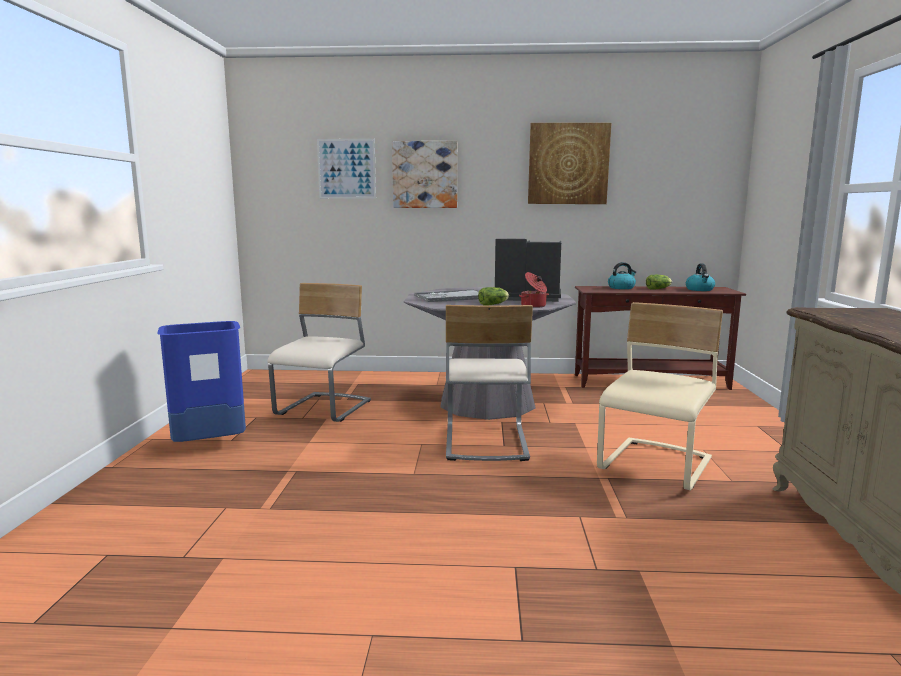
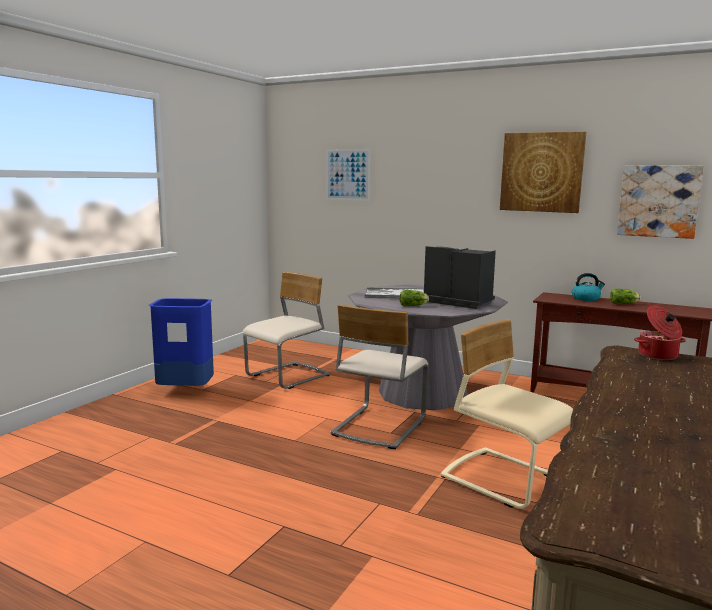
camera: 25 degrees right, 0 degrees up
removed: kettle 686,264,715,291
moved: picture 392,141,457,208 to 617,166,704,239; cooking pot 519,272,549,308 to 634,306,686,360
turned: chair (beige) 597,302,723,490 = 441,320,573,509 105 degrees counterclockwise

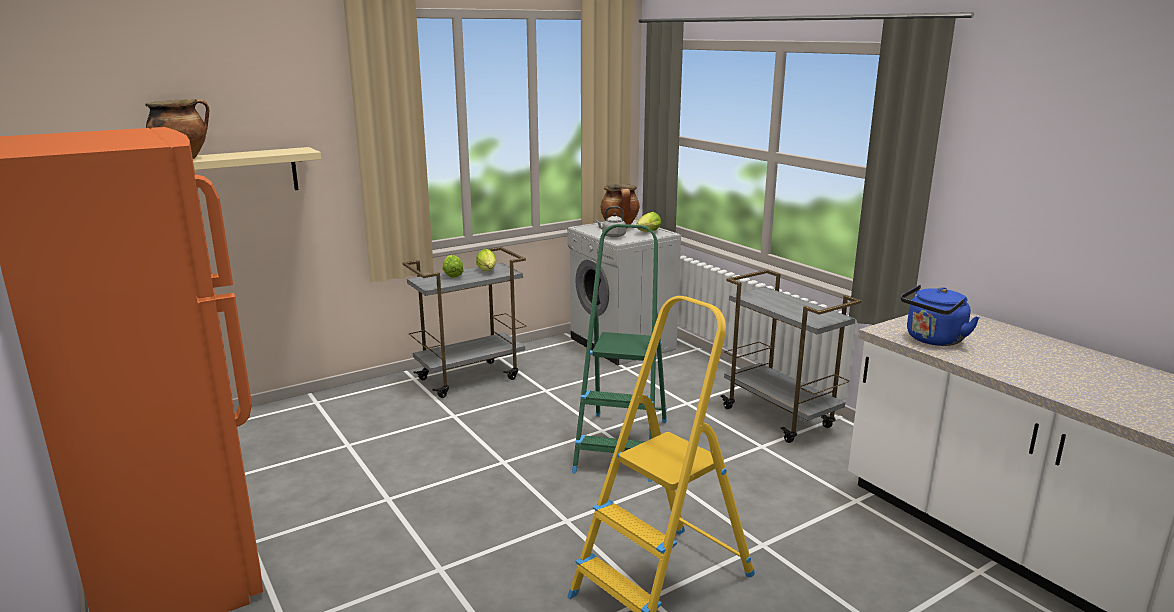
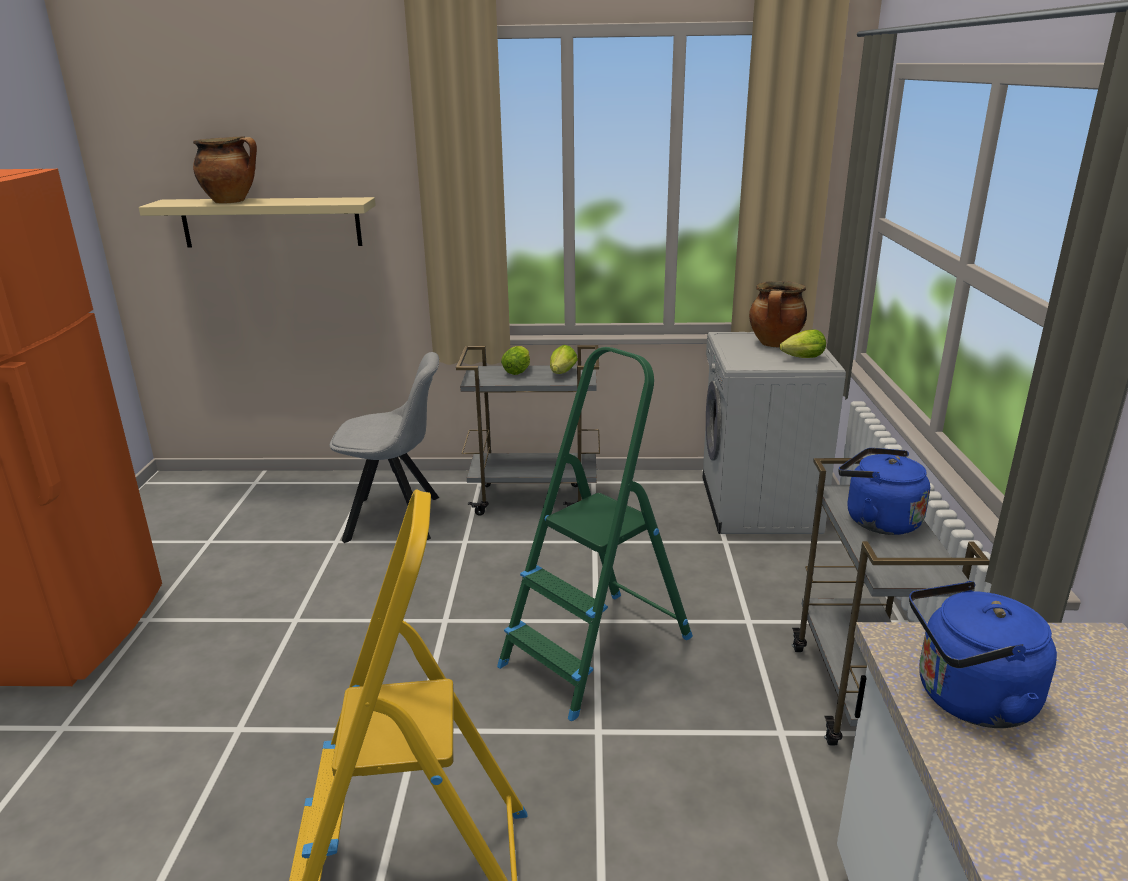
camera: 35 degrees right, 5 degrees up
removed: kettle (grey) 596,207,626,237
added: chair (grey) 330,352,439,543; kettle (bluish) 838,448,930,535

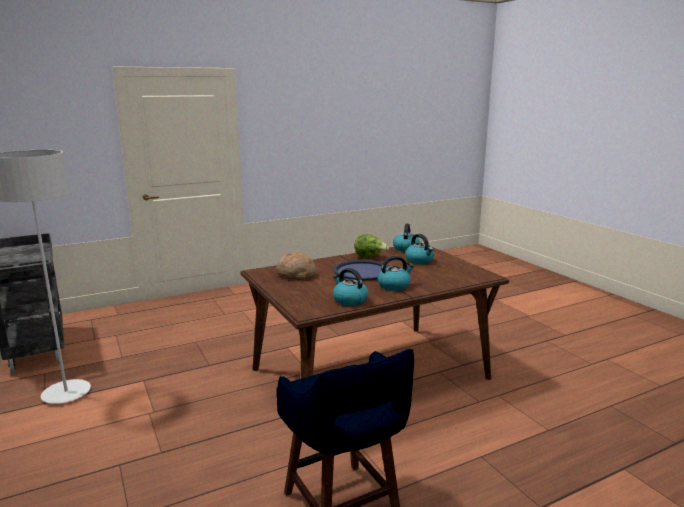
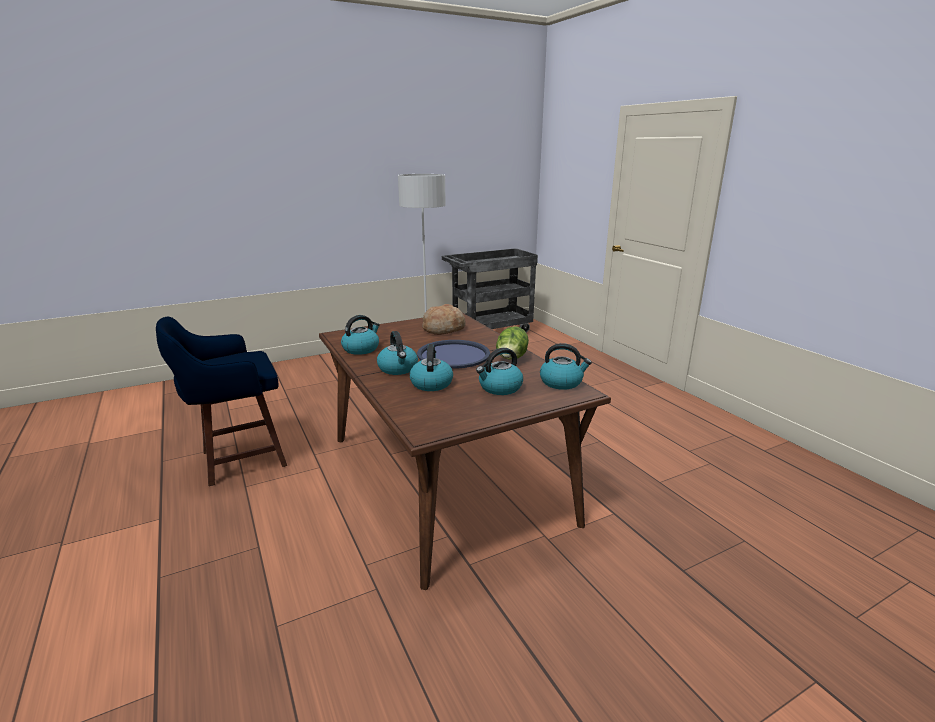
camera: 90 degrees right, 5 degrees up
added: kettle 410,344,453,391

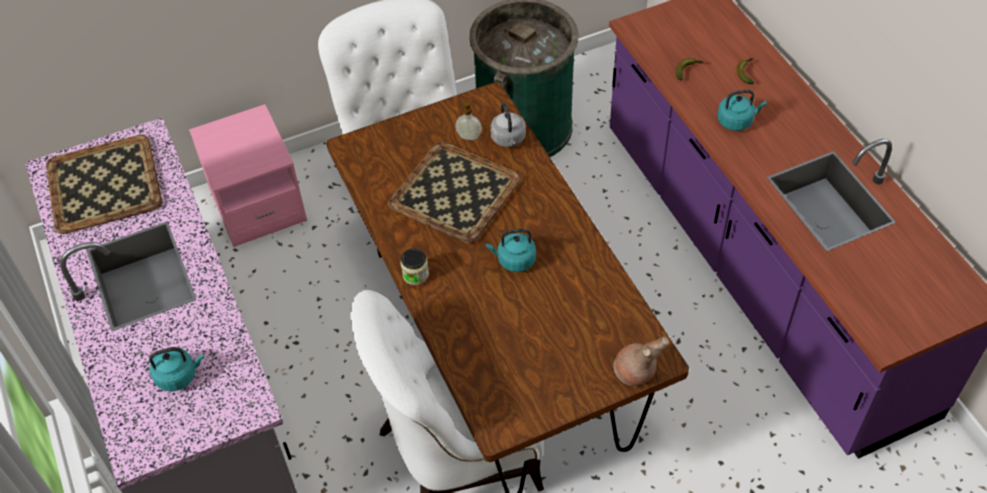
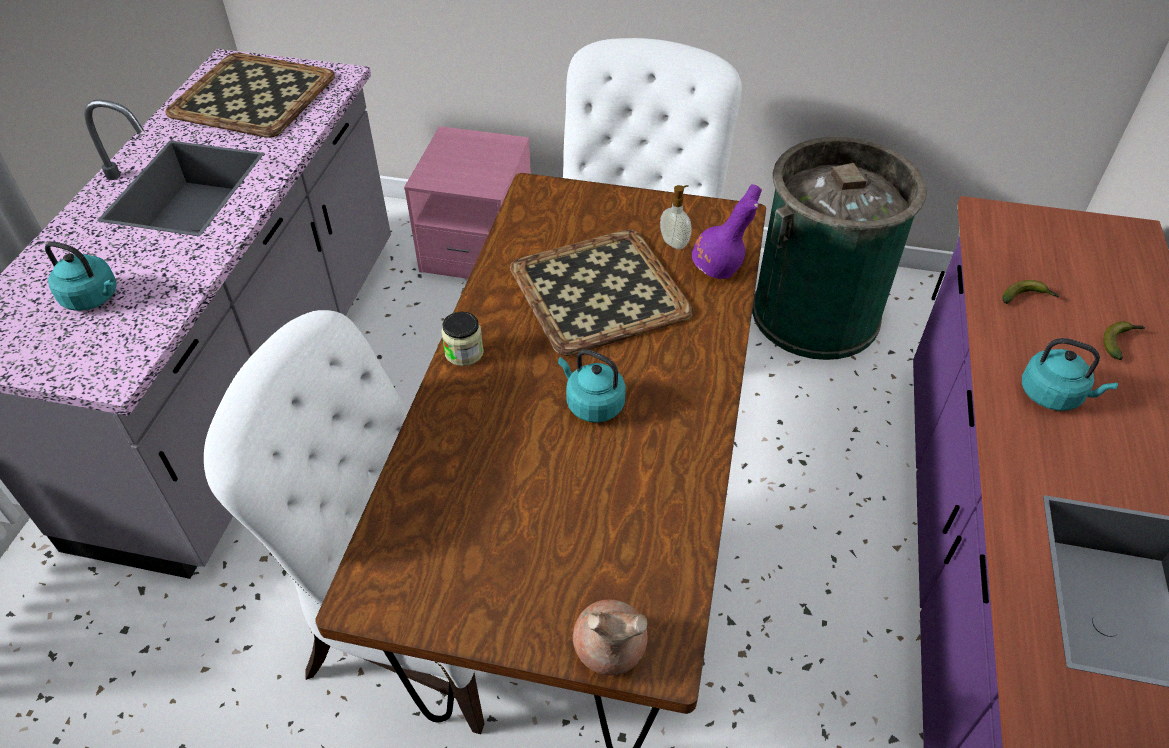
camera: 35 degrees right, 5 degrees down
replaced: kettle (grey) 490,102,526,147 to decorative vase (purplish) 692,184,762,279

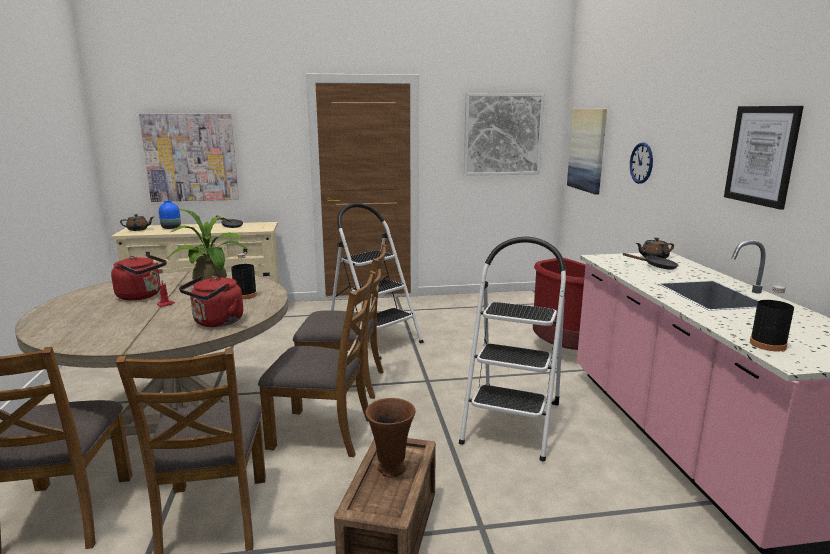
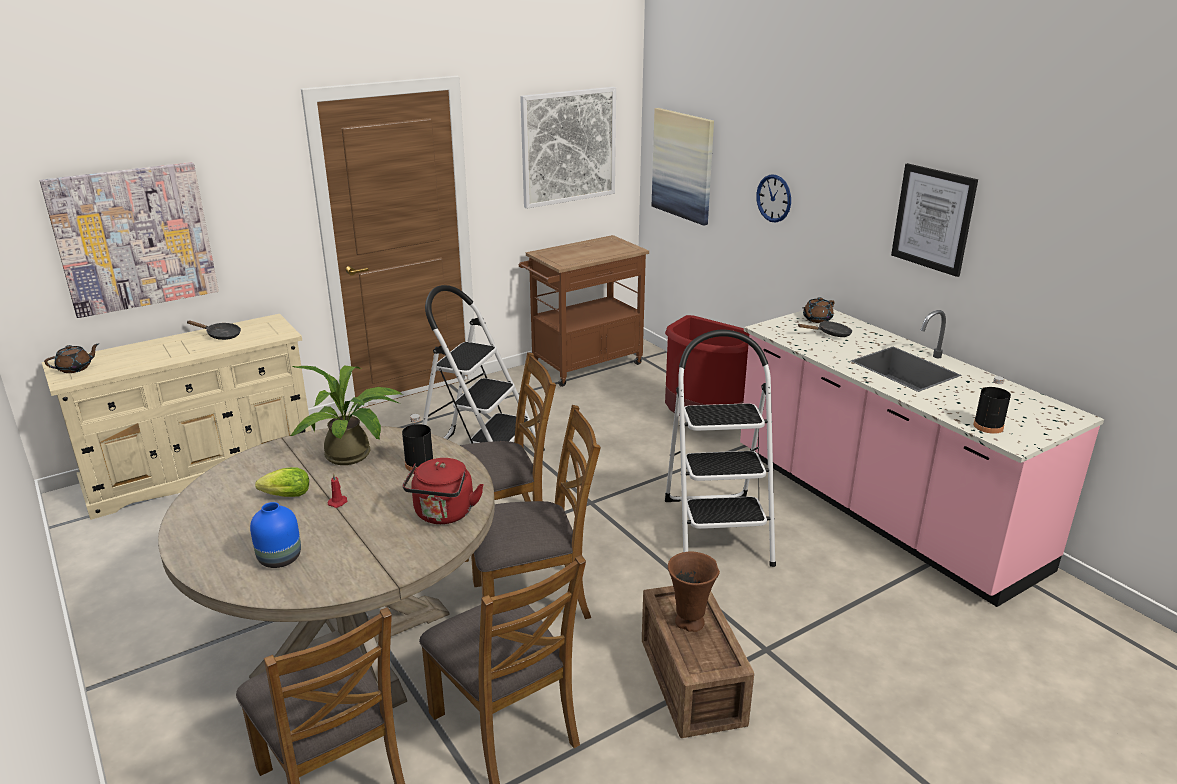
camera: 25 degrees left, 10 degrees up
added: wheeled cart (brown-coloured) 519,235,649,387
moved: decorative vase (bluish) 159,201,181,229 to 250,502,301,568
replaced: kettle (red-coloured) 111,254,167,301 to lettuce 255,467,309,497

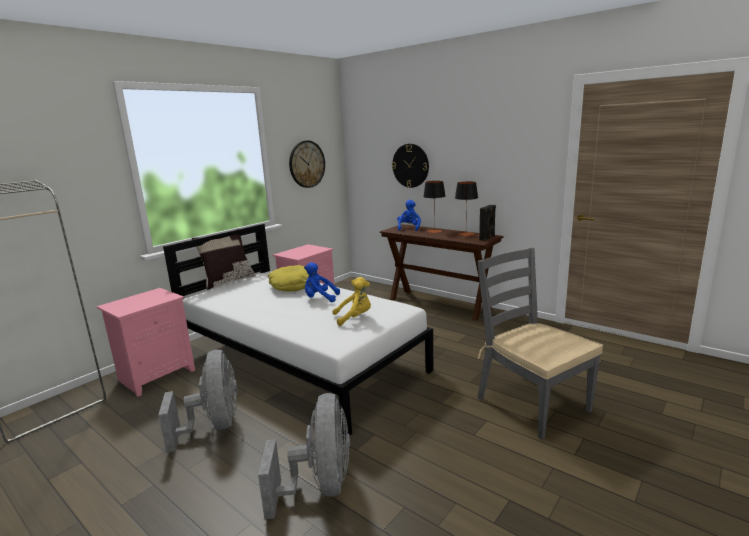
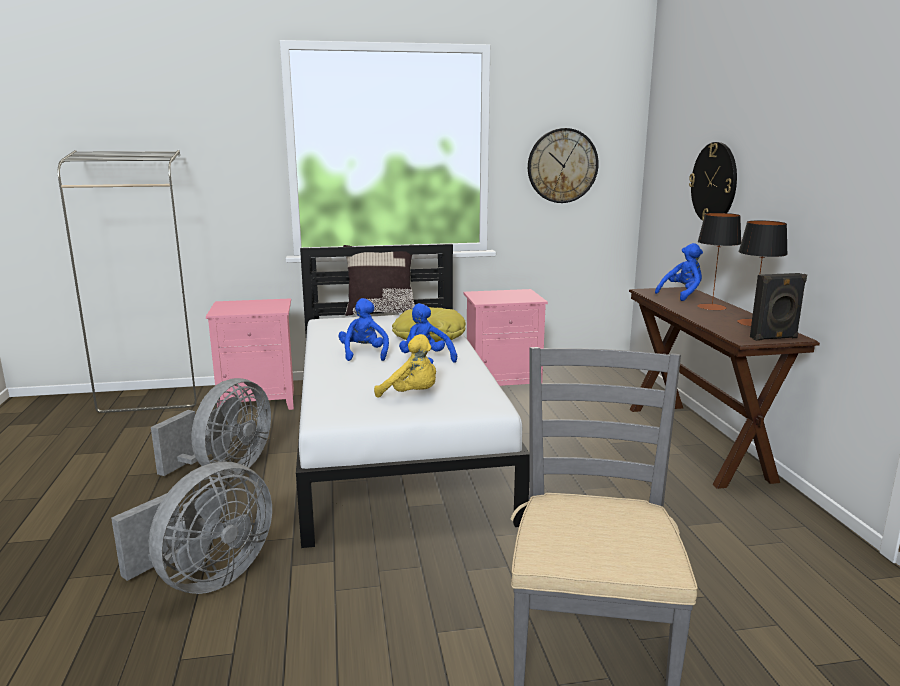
camera: 40 degrees right, 0 degrees up
added: cuddly toy (bluish) 339,298,389,361

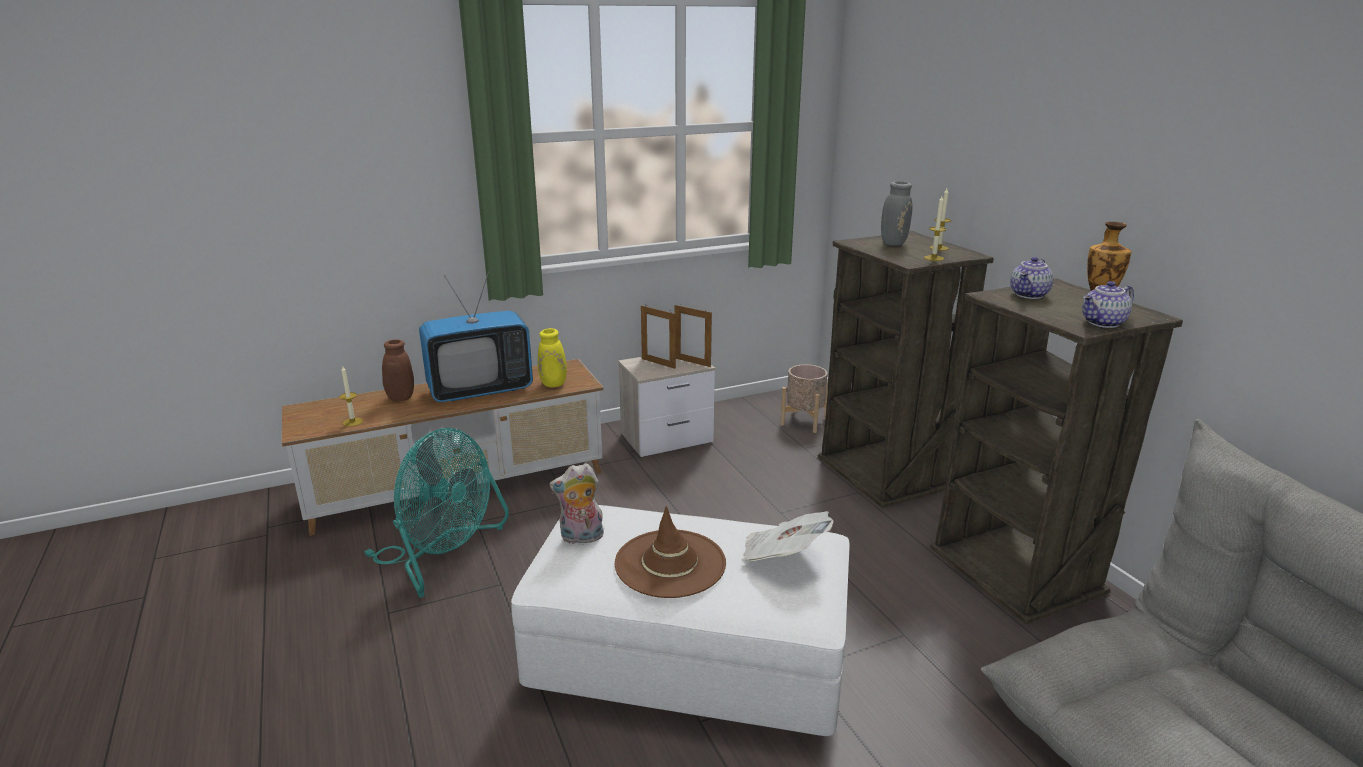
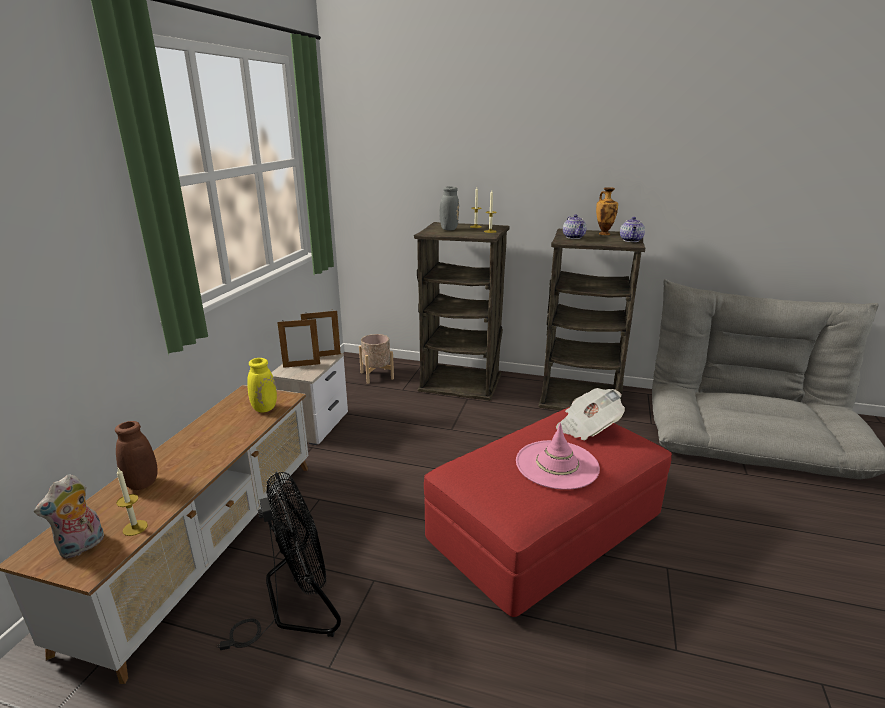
camera: 50 degrees left, 0 degrees up
removed: TV set 419,270,533,402
moved: cuddly toy 549,463,604,544 to 34,474,104,559
recoloured: electric fan (turquoise) 364,428,509,598 to electric fan (black-coloured) 217,472,341,650; pouffe (white-coloured) 511,505,850,736 to pouffe (red-coloured) 424,407,672,617; clothing hat (brown-coloured) 614,506,726,598 to clothing hat (pinkish) 516,423,600,490

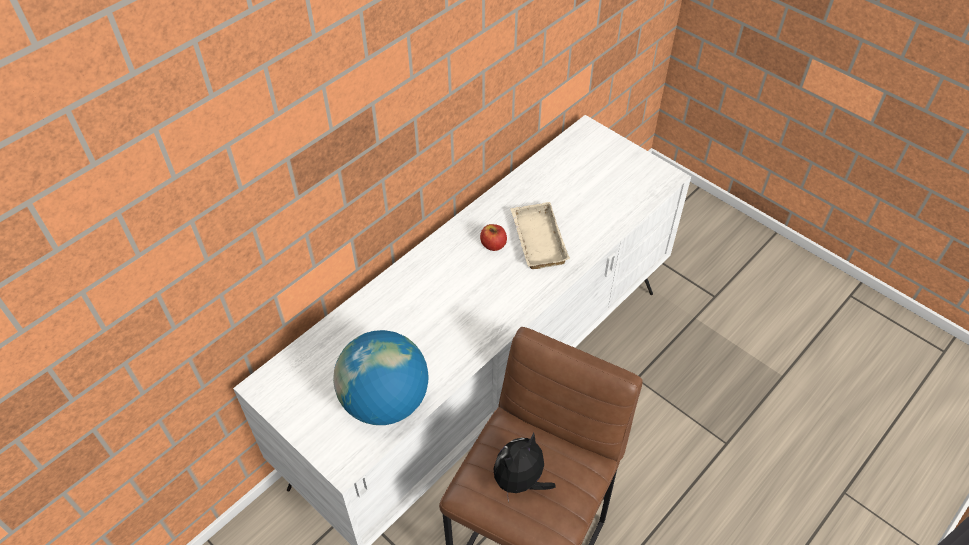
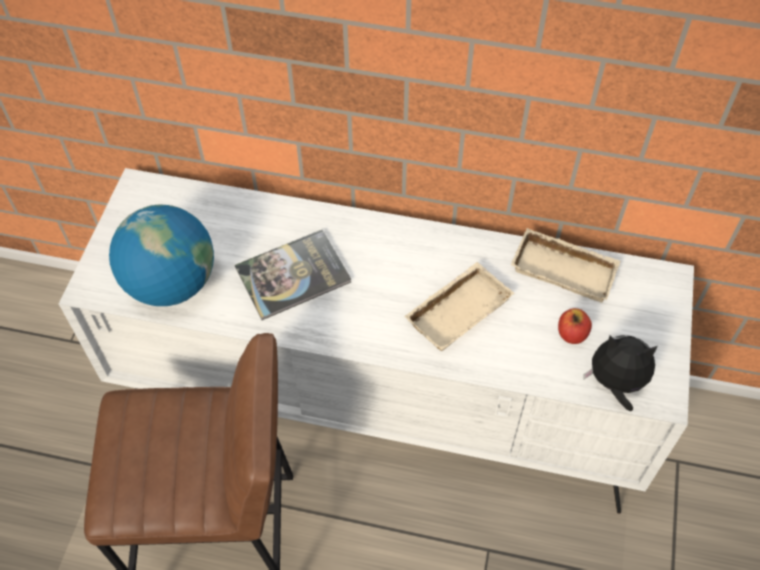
camera: 60 degrees right, 5 degrees up
added: volume 235,230,352,320; carrying tray (beige) 511,228,621,302
moved: apple 480,224,507,251 to 558,308,592,344; cuddly toy 493,433,556,502 to 584,335,658,412

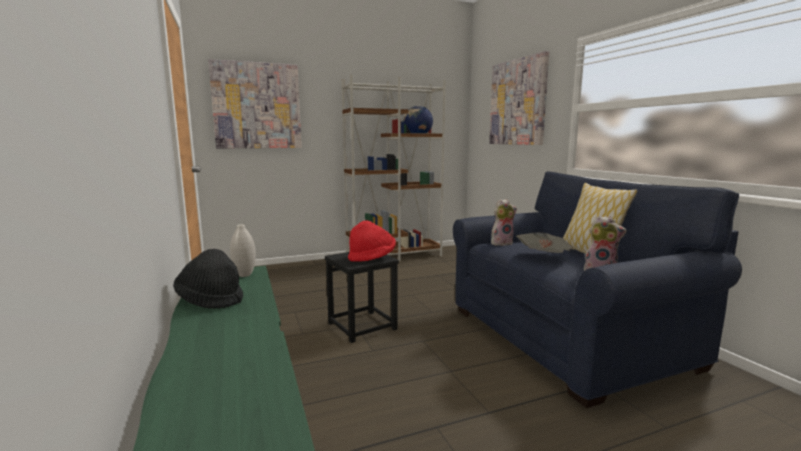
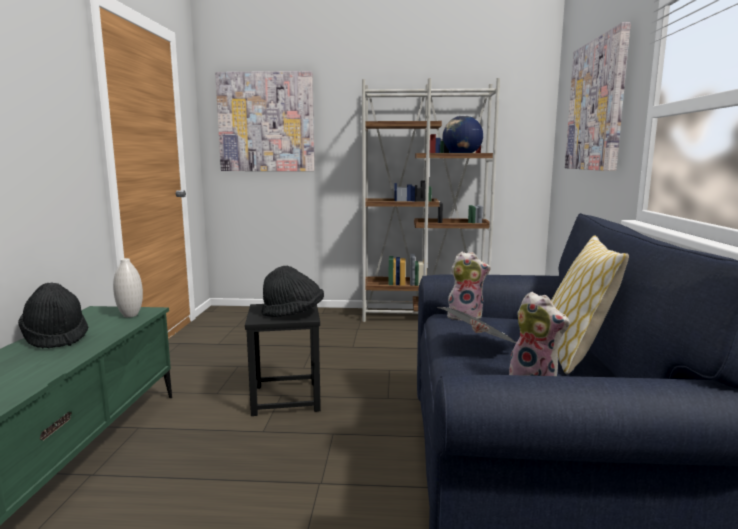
camera: 25 degrees right, 0 degrees up
recoloured: clothing hat (red-coloured) 348,220,396,262 to clothing hat (black-coloured) 261,266,324,317

